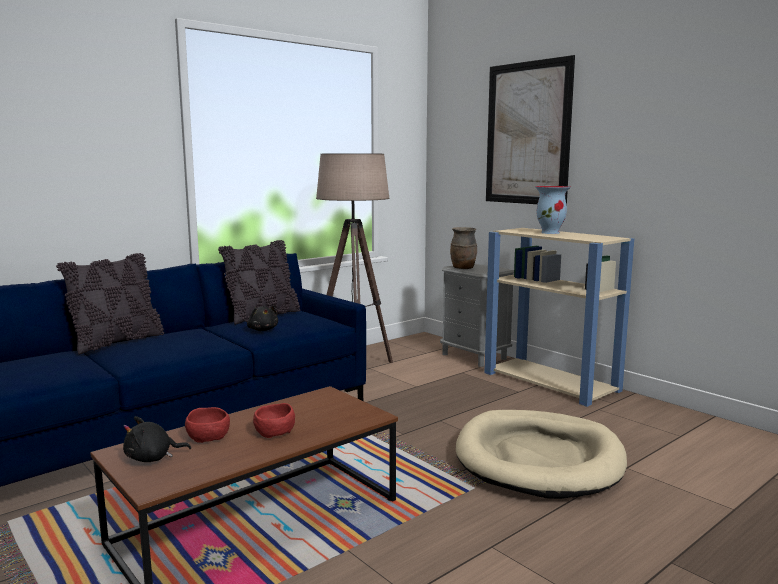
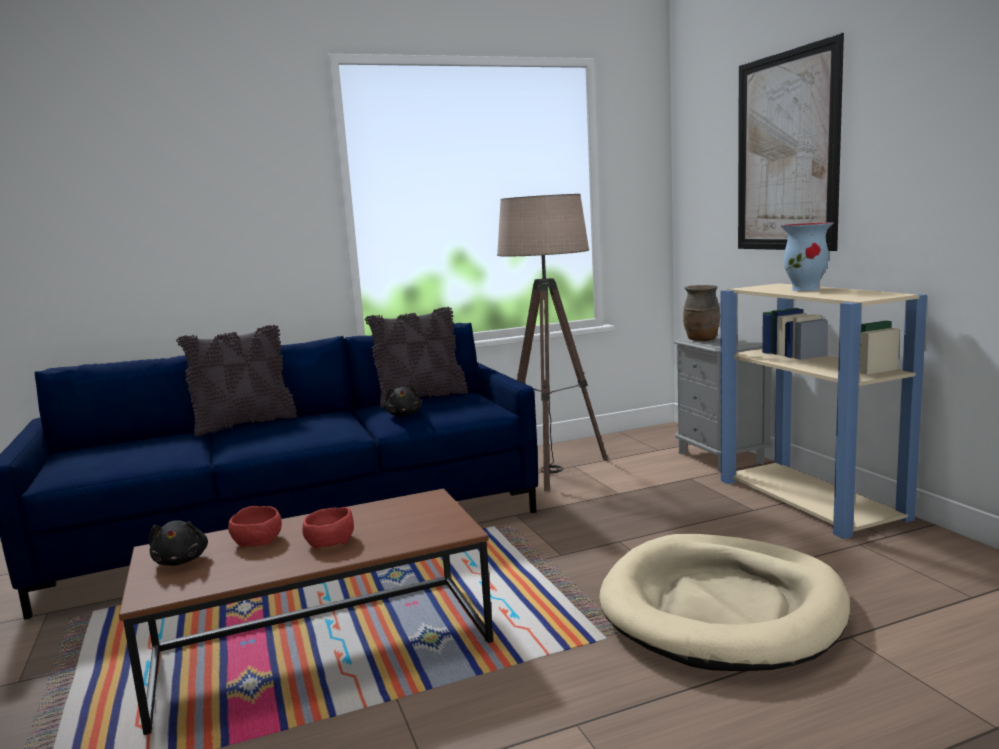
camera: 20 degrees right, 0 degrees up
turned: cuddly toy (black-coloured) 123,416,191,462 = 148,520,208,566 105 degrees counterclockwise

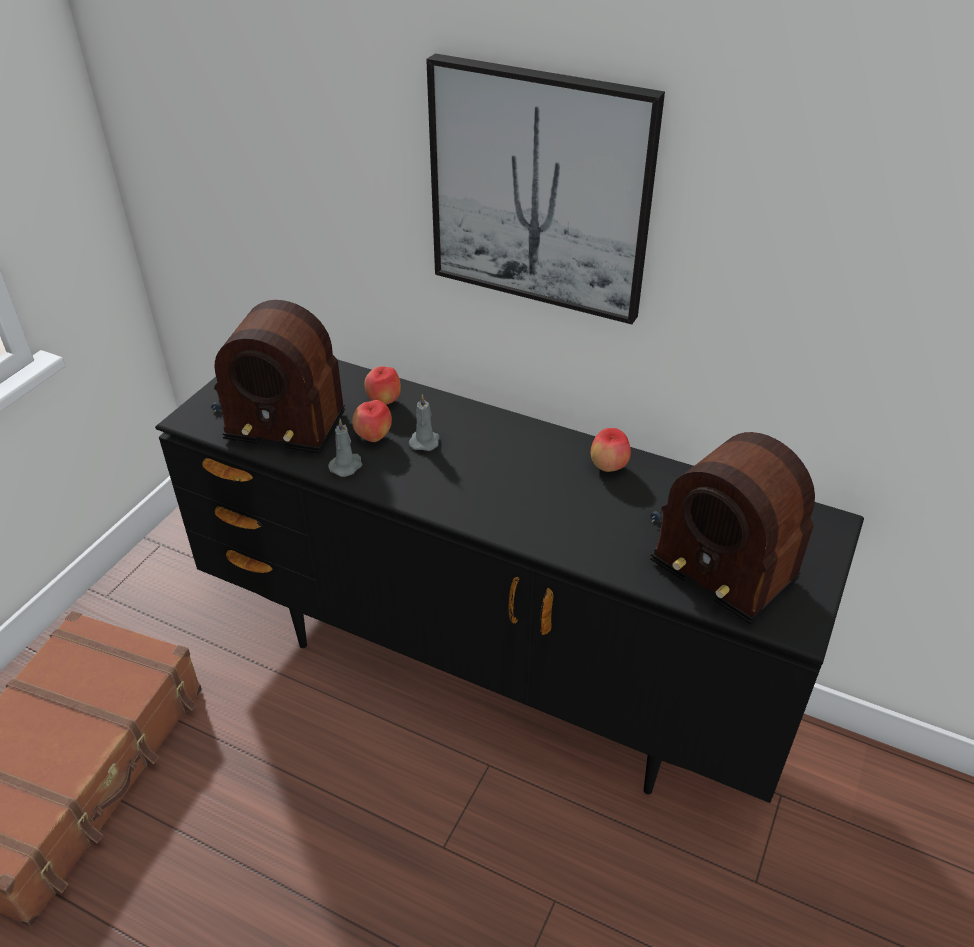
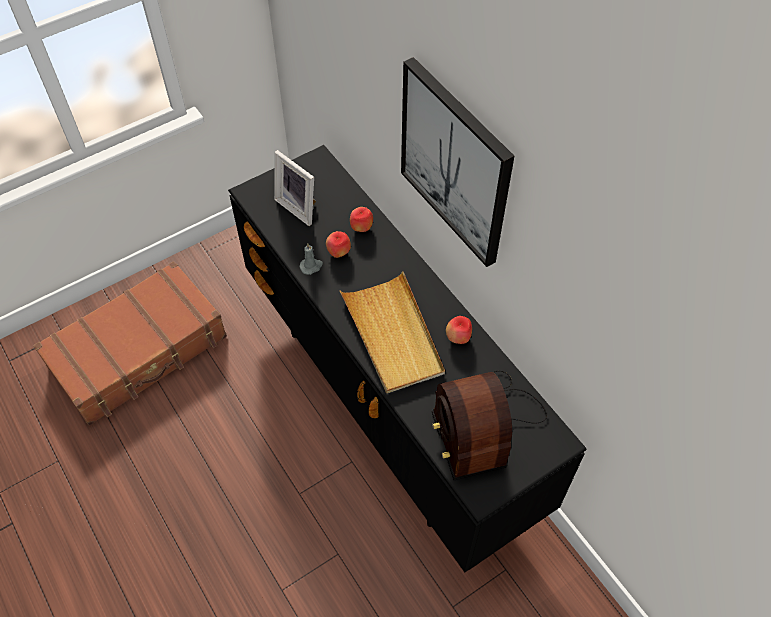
camera: 30 degrees right, 15 degrees up
removed: candle (grey) 409,394,439,451
added: carrying tray (beige) 340,271,445,393
replaced: radio receiver 211,300,345,454 to standing frame 274,150,316,226

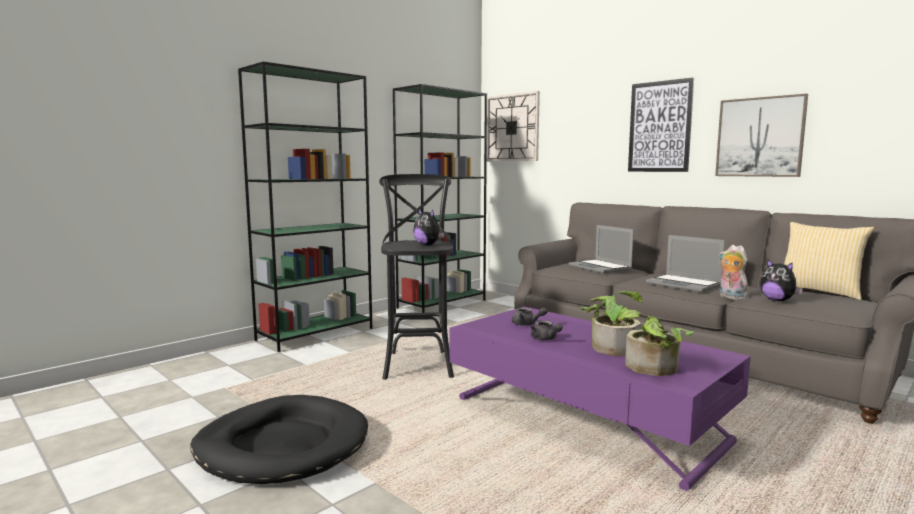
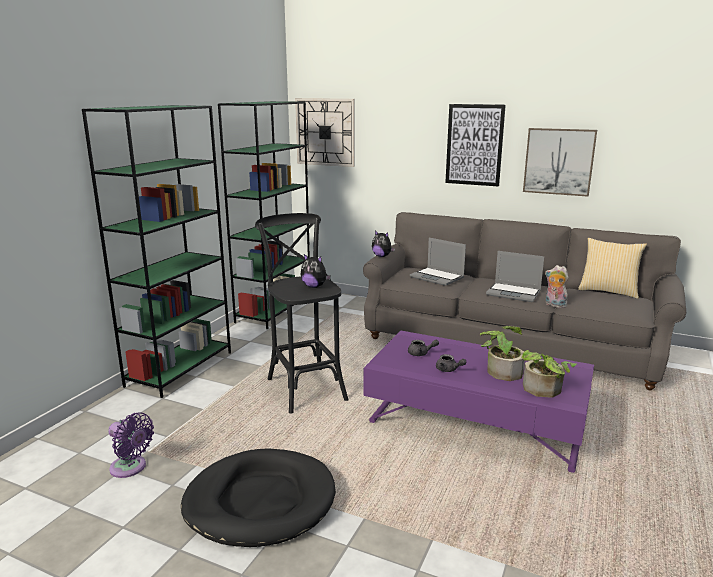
camera: 20 degrees left, 10 degrees up
added: electric fan (purplish) 108,412,154,478
moved: cuddly toy 760,260,803,301 to 372,230,395,257

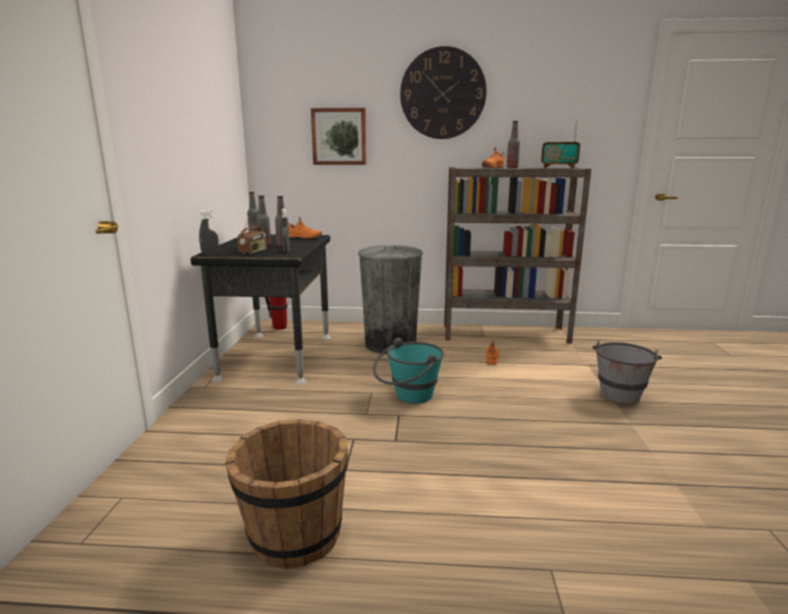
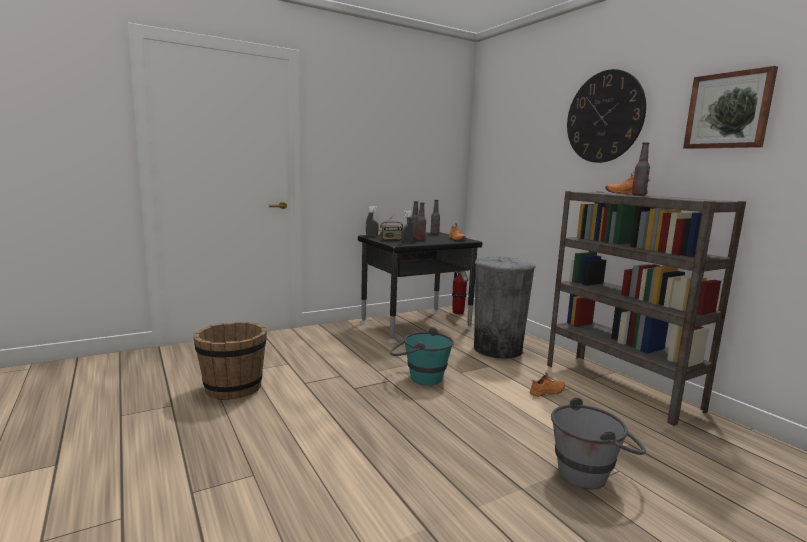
camera: 55 degrees right, 5 degrees down
removed: radio receiver 541,120,580,169
moved: picture 311,108,366,165 to 683,66,778,149

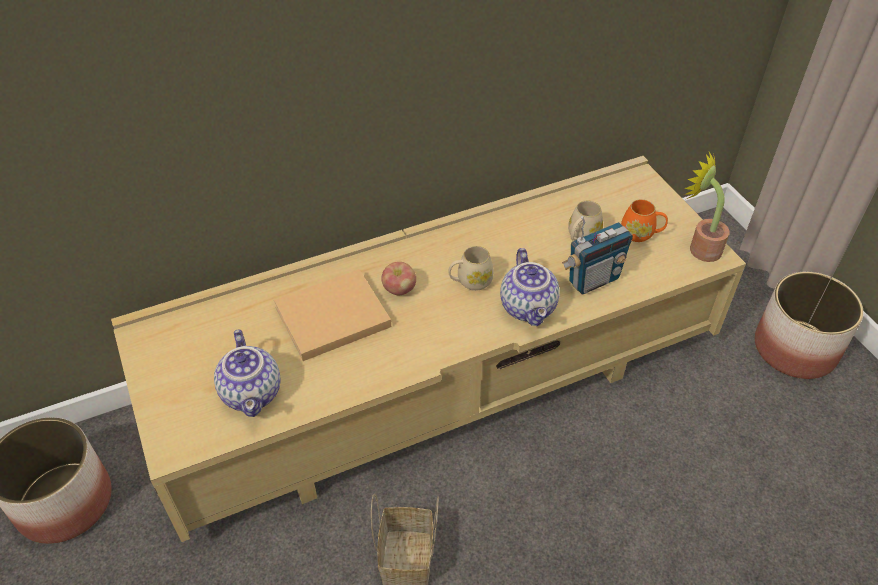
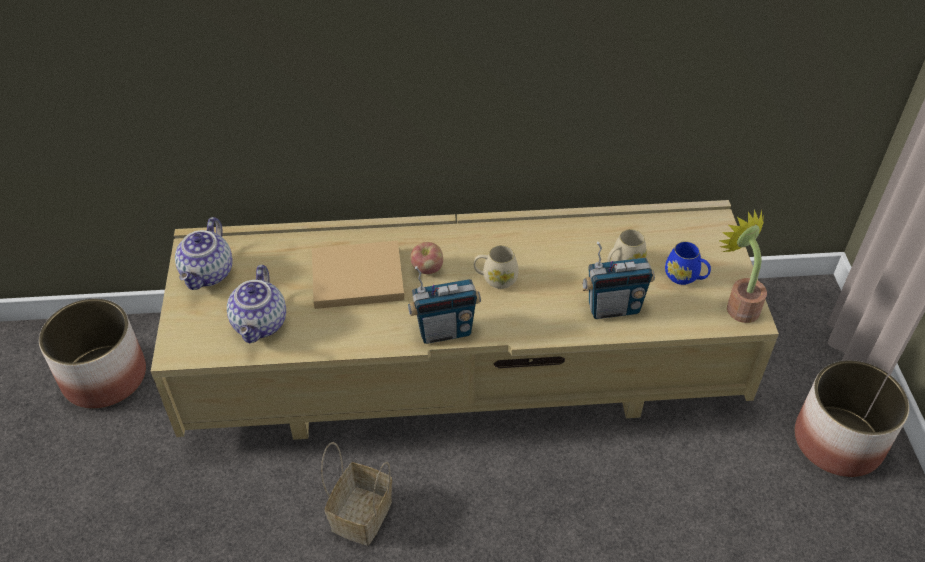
camera: 20 degrees right, 0 degrees up
added: radio receiver 408,266,481,344
moved: teapot 500,248,560,326 to 175,217,233,290
recoloured: coffee mug (orange) 621,199,668,242 to coffee mug (bluish) 665,241,711,285

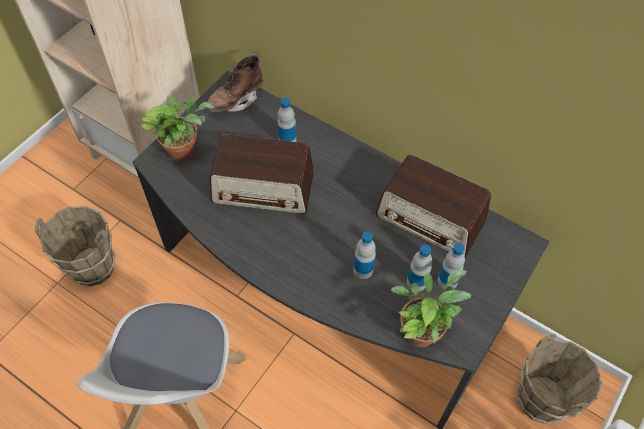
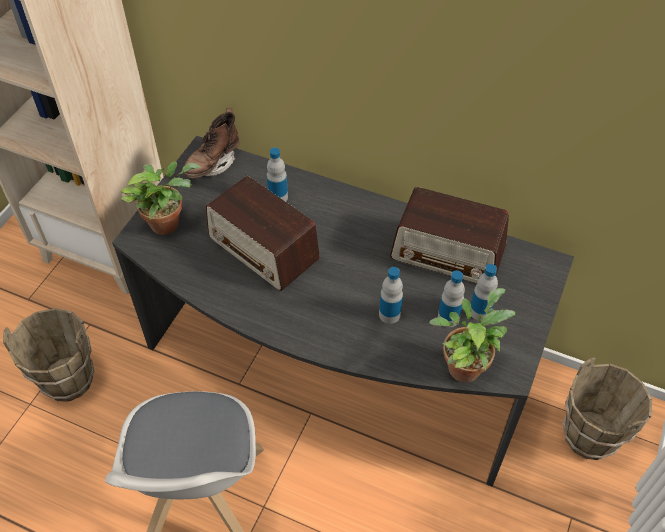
camera: 10 degrees left, 5 degrees down
turned: radio receiver 210,134,314,214 = 206,176,320,291 45 degrees clockwise

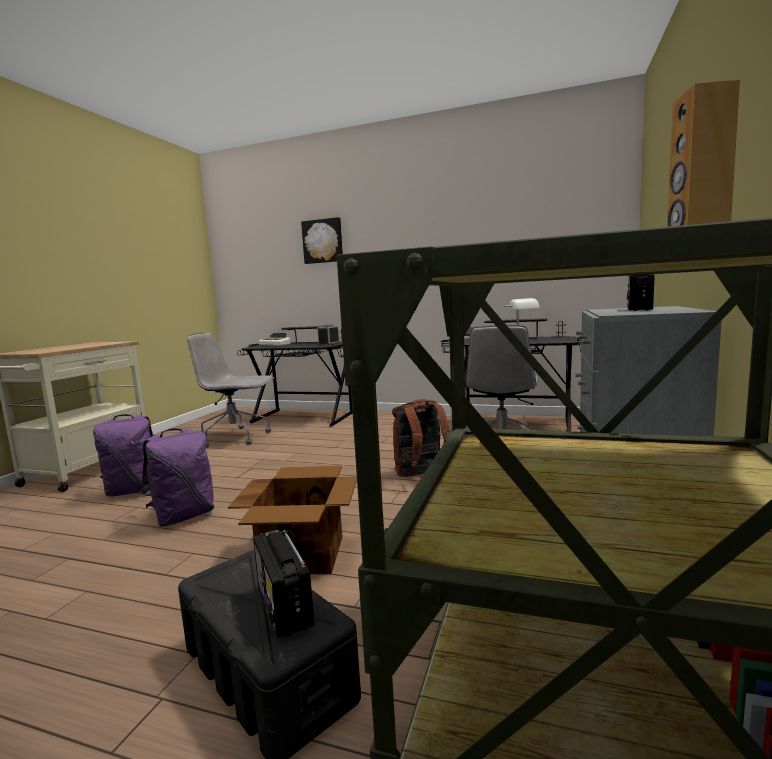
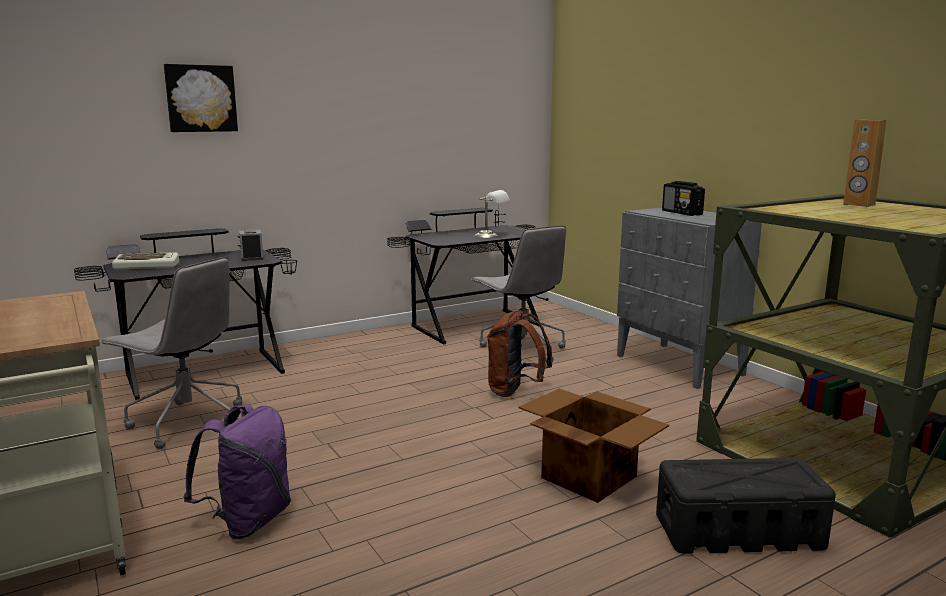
camera: 50 degrees left, 5 degrees up
removed: rucksack (purplish) 141,428,215,527; radio receiver 253,529,314,638
turned: office chair (grey) 187,332,274,448 = 99,257,242,449 120 degrees counterclockwise

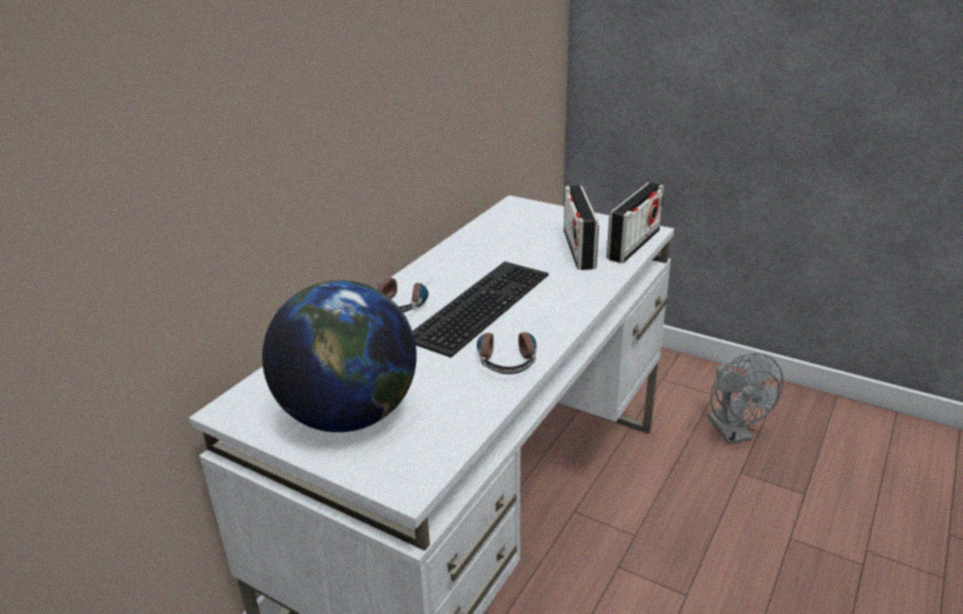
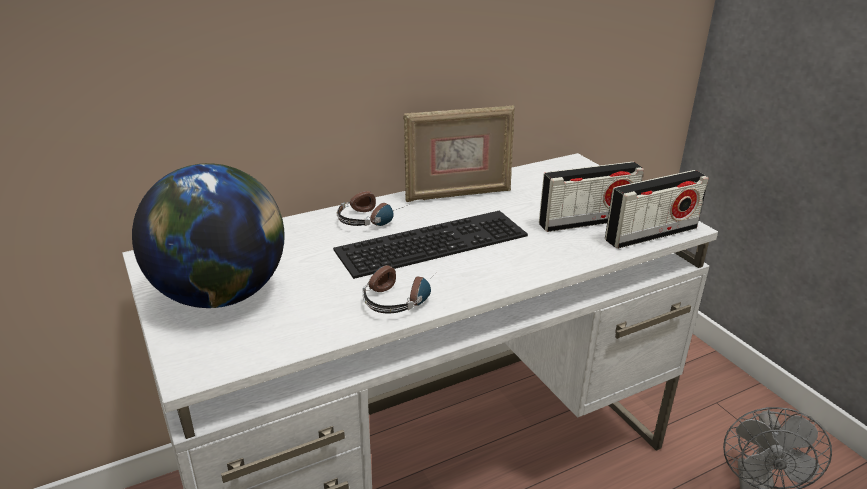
camera: 30 degrees right, 0 degrees up
added: standing frame 403,105,515,202
turned: radio receiver 564,185,599,270 = 539,162,644,232 135 degrees counterclockwise

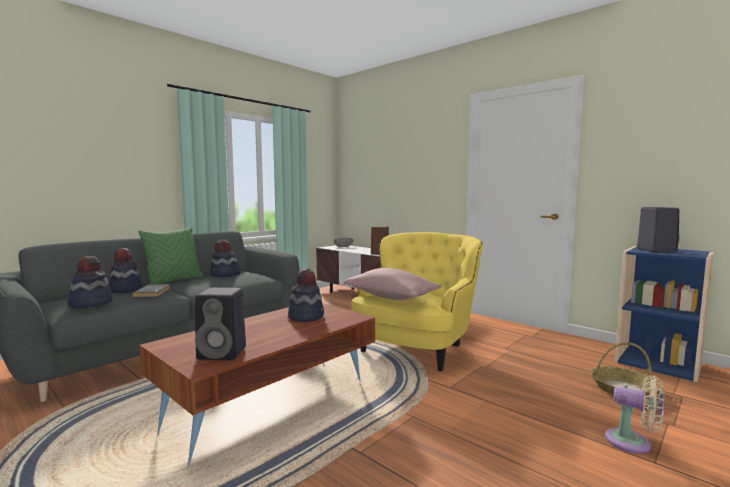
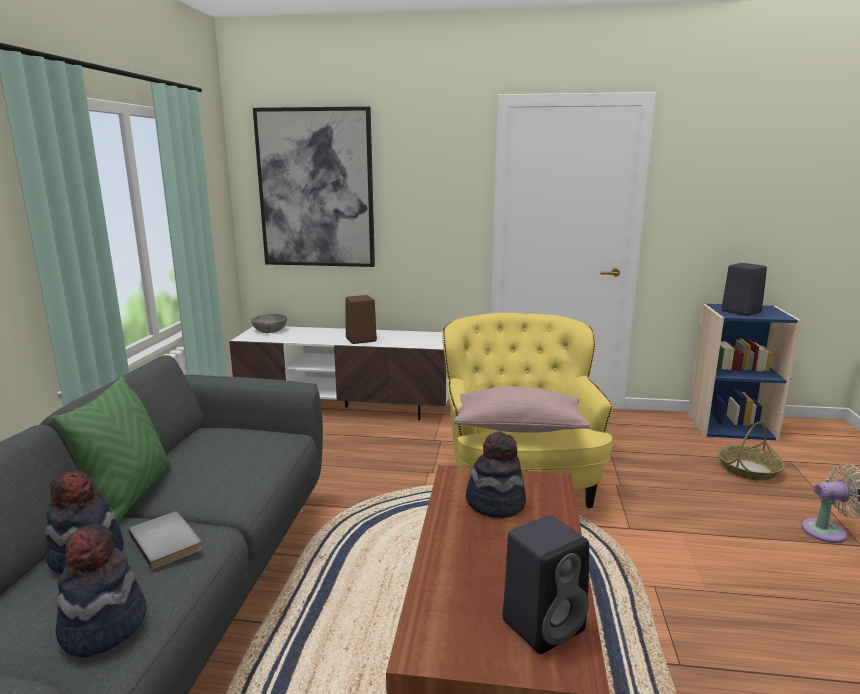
camera: 35 degrees left, 10 degrees up
removed: clothing hat 210,240,240,277
added: picture 253,106,375,267

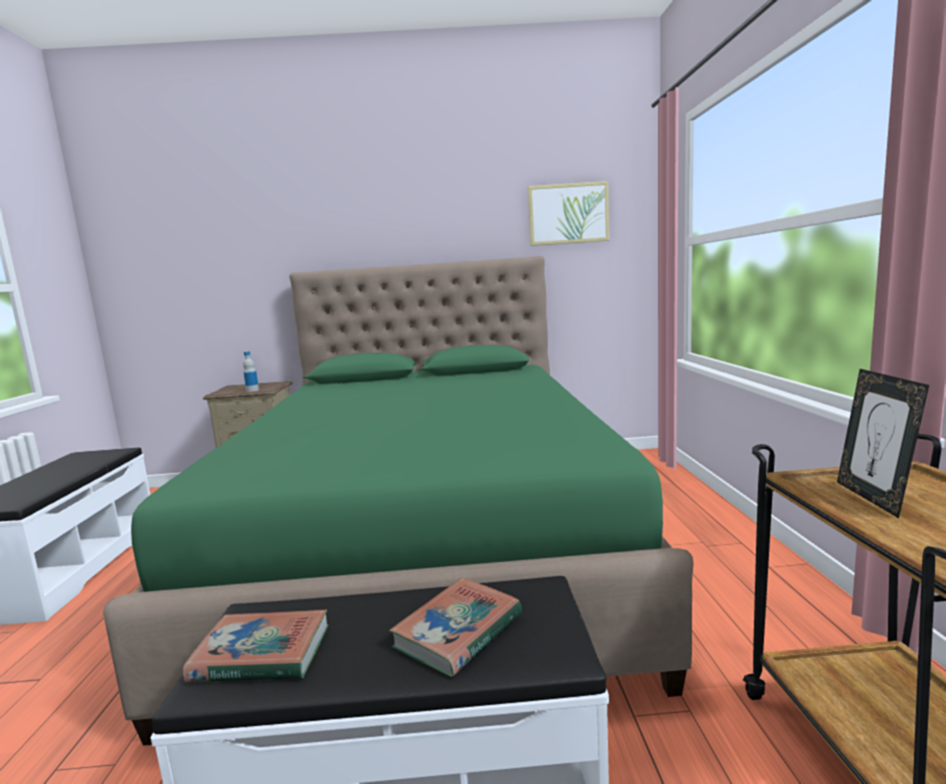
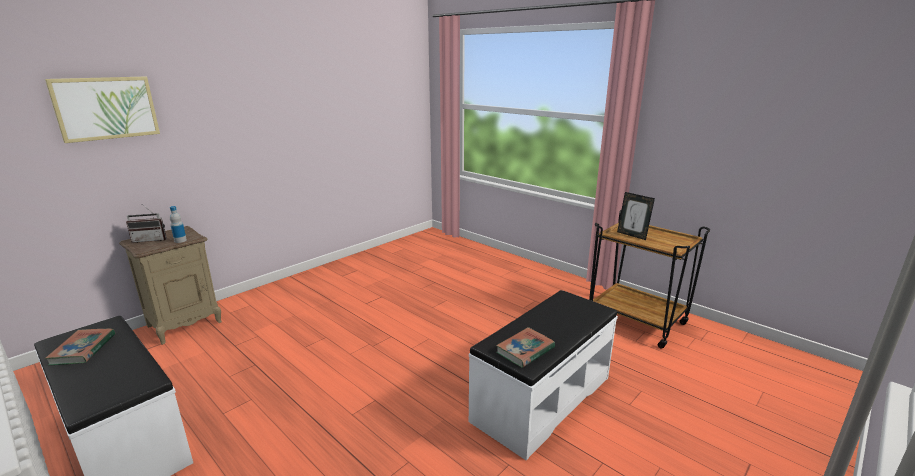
camera: 45 degrees left, 10 degrees up
removed: bed (greenish) 103,256,694,746
added: radio receiver 126,205,167,243
moved: volume 389,578,522,677 to 44,329,115,365; picture 528,181,609,246 to 45,76,160,143

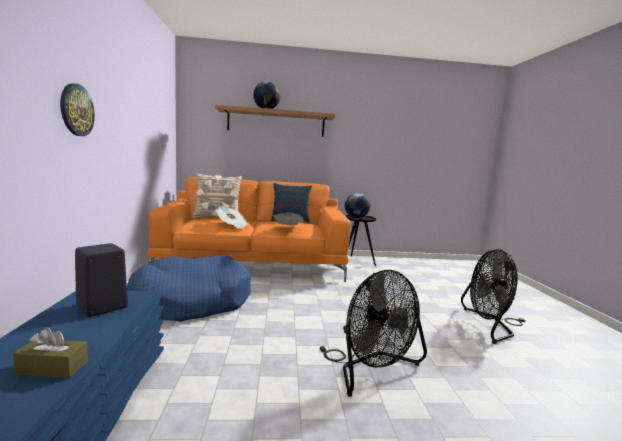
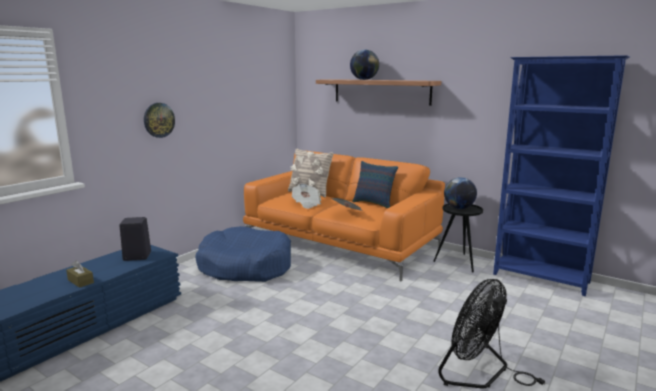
camera: 40 degrees right, 5 degrees up
removed: electric fan (black-coloured) 320,270,427,397
added: bookshelf (bluish) 493,55,630,296

